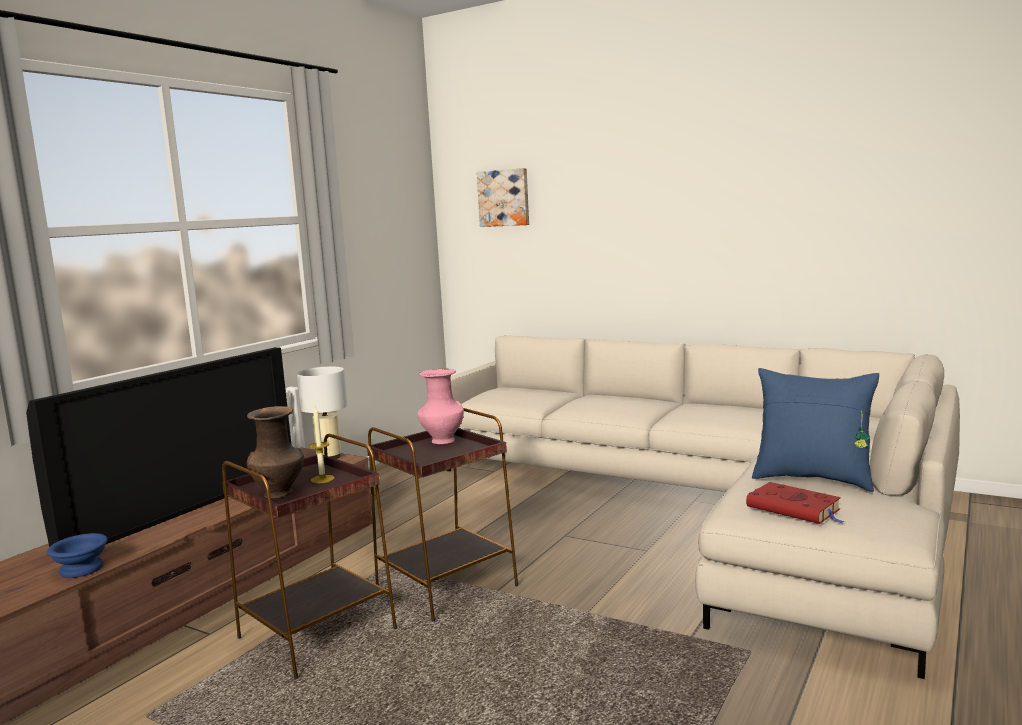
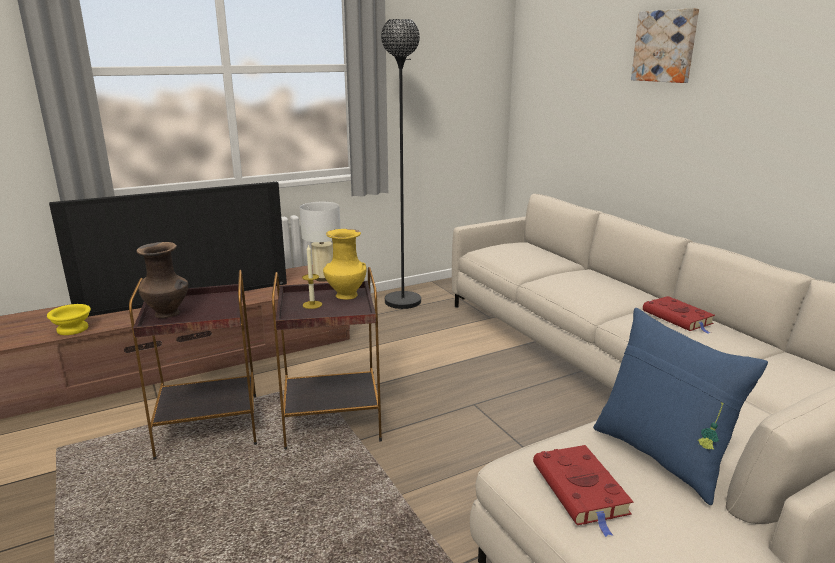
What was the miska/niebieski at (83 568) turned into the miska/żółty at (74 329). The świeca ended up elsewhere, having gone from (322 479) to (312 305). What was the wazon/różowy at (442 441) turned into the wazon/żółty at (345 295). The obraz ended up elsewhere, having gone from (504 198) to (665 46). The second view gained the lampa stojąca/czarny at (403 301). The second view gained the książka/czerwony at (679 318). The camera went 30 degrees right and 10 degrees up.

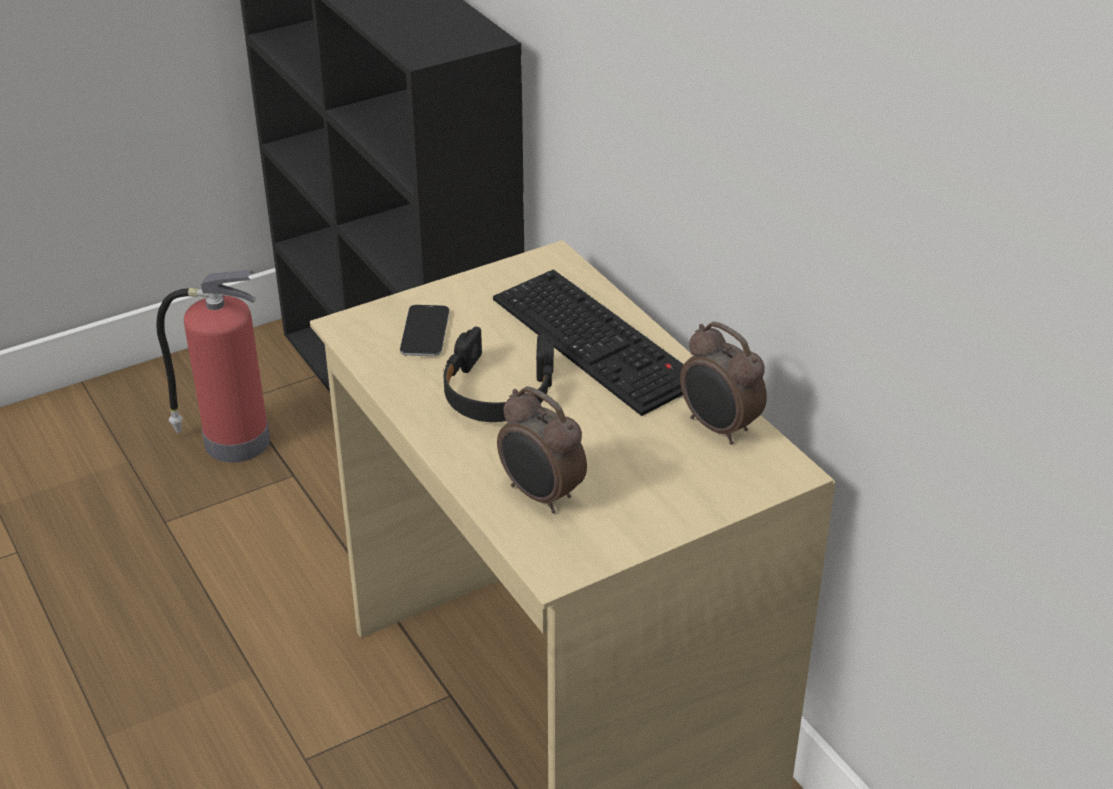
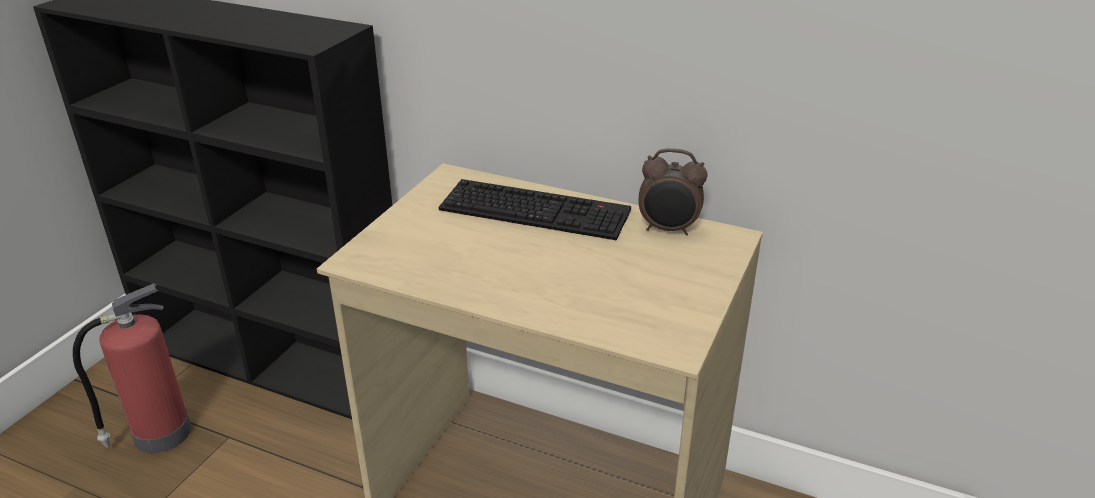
The second view lost the telefon at (425 332). The second view lost the słuchawki/czarny at (497 391). The second view lost the budzik at (540 496). The camera went 35 degrees left and 5 degrees down.

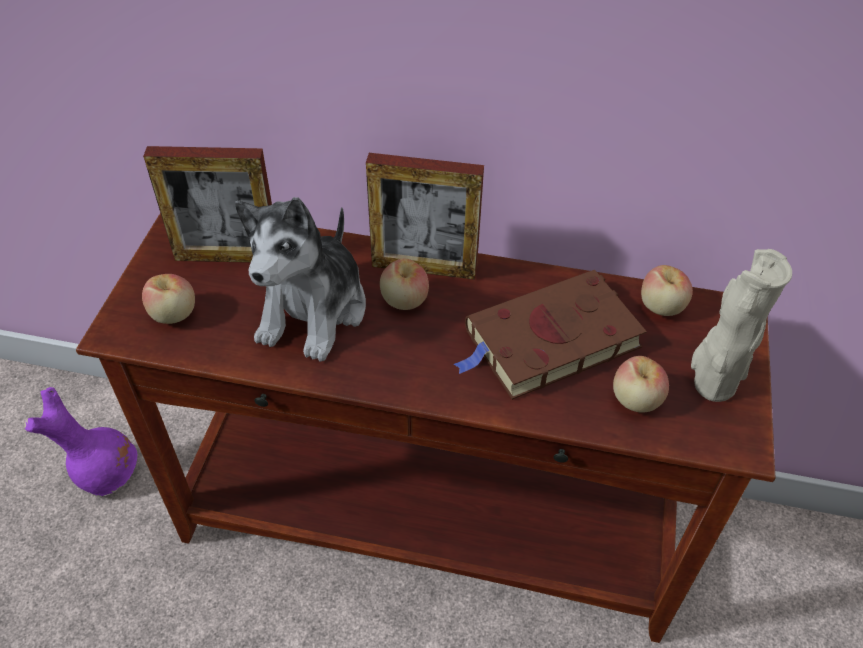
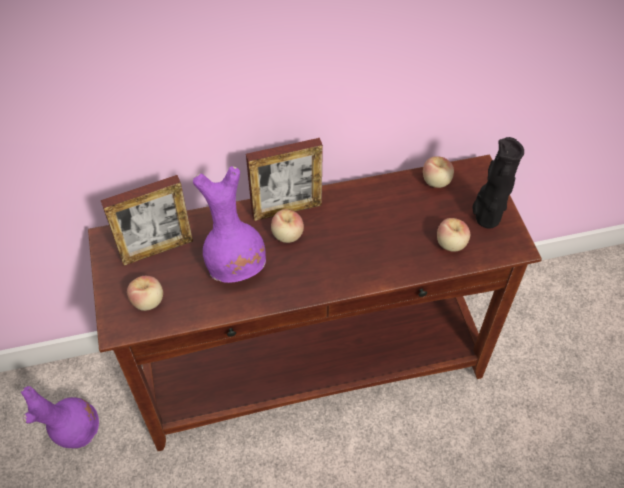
Where the pluszak stood at (314 311), the wazon/fioletowy came to stand at (236 264). The second view lost the książka/brązowy at (548 341). What was the wazon/beżowy at (711 385) turned into the wazon/czarny at (486 219). The camera went 25 degrees left and 5 degrees up.

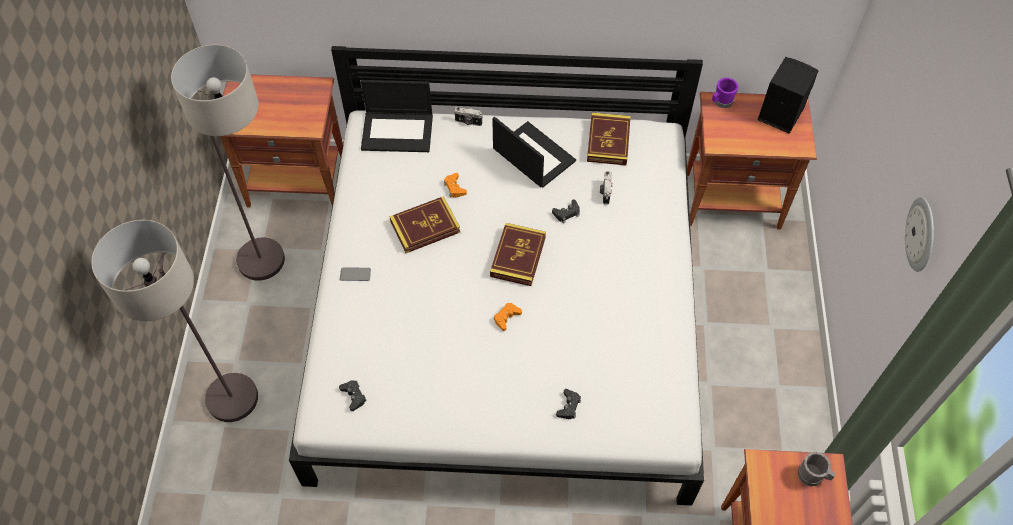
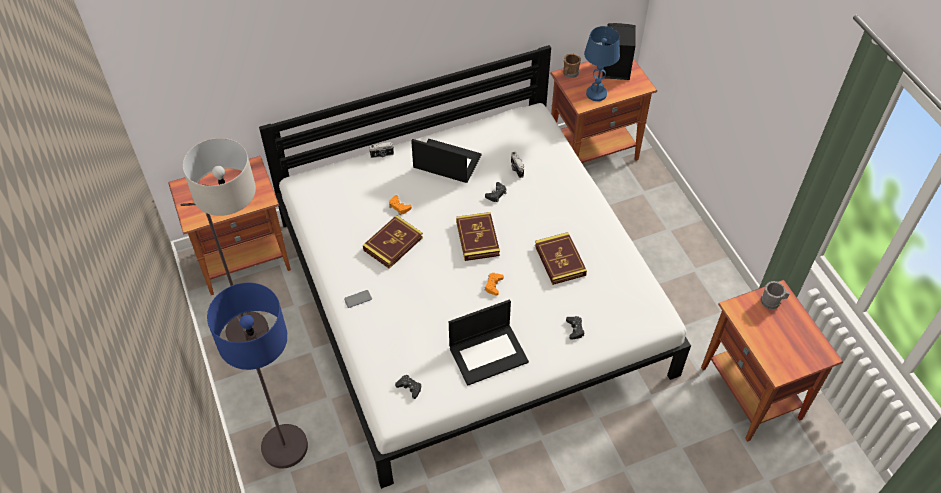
What was the lampa stojąca/szary at (232 413) turned into the lampa stojąca/niebieski at (291 458). The laptop ended up elsewhere, having gone from (398 131) to (488 353). The książka ended up elsewhere, having gone from (608 141) to (560 260). What was the kubek/fioletowy at (721 102) turned into the kubek/brązowy at (569 74). The second view lost the zegar ścienny at (921 234). The second view gained the lampa stołowa/niebieski at (596 93). The camera went 25 degrees left and 5 degrees down.

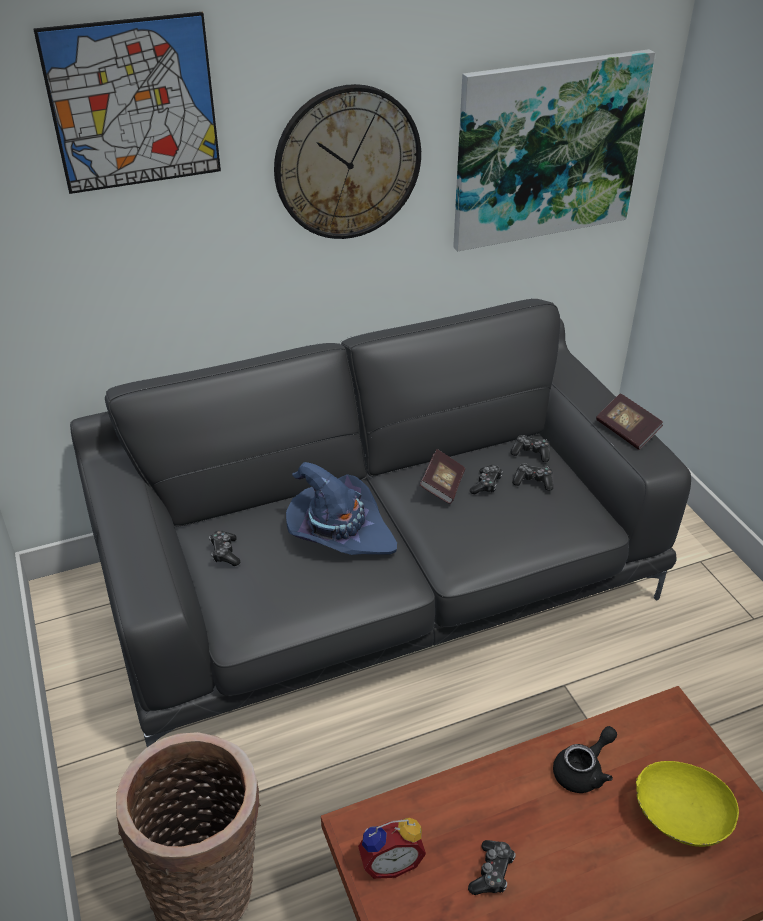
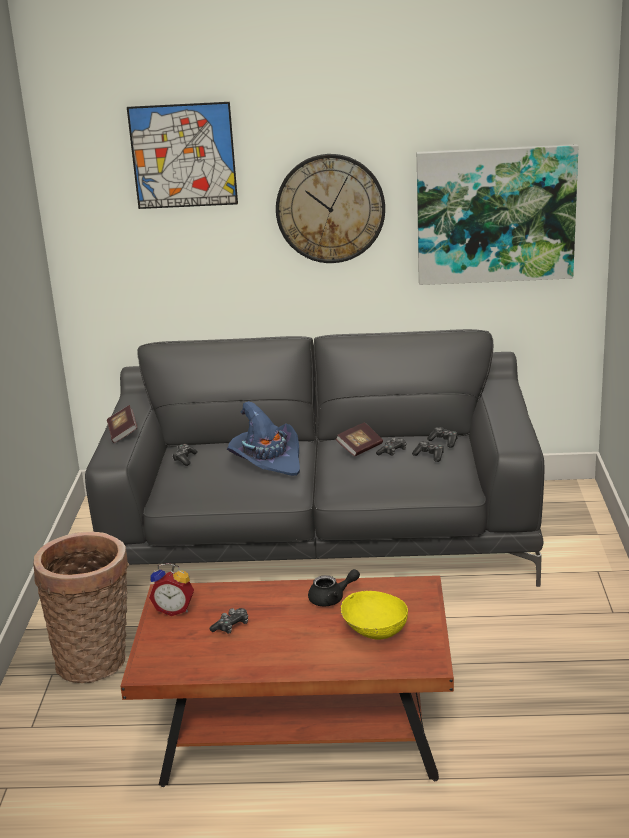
The książka ended up elsewhere, having gone from (627 431) to (123 433). The camera went 25 degrees right and 15 degrees down.

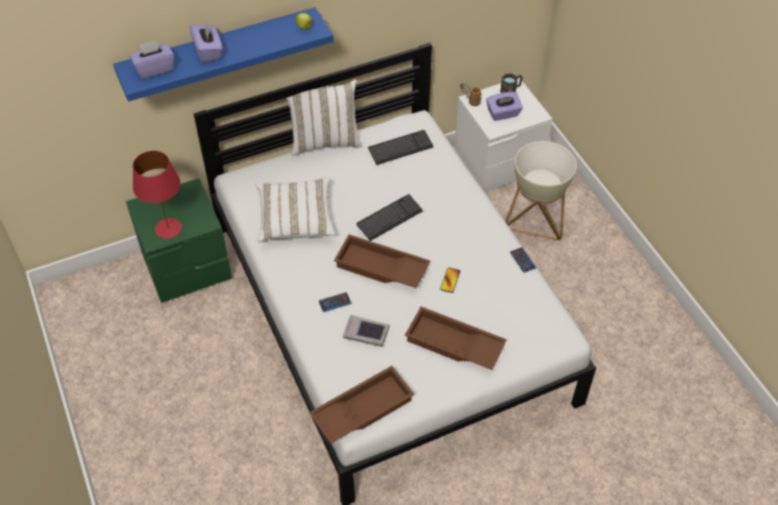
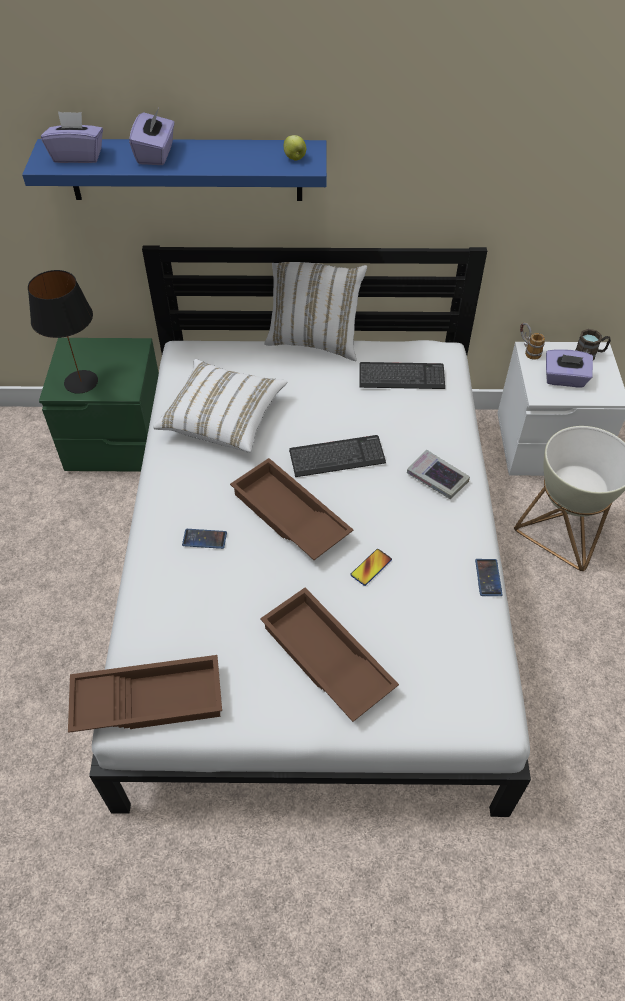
What was the lampa stołowa/czerwony at (169 228) turned into the lampa stołowa/czarny at (81 382). The książka ended up elsewhere, having gone from (366 333) to (437 478). The camera went 25 degrees right and 0 degrees up.

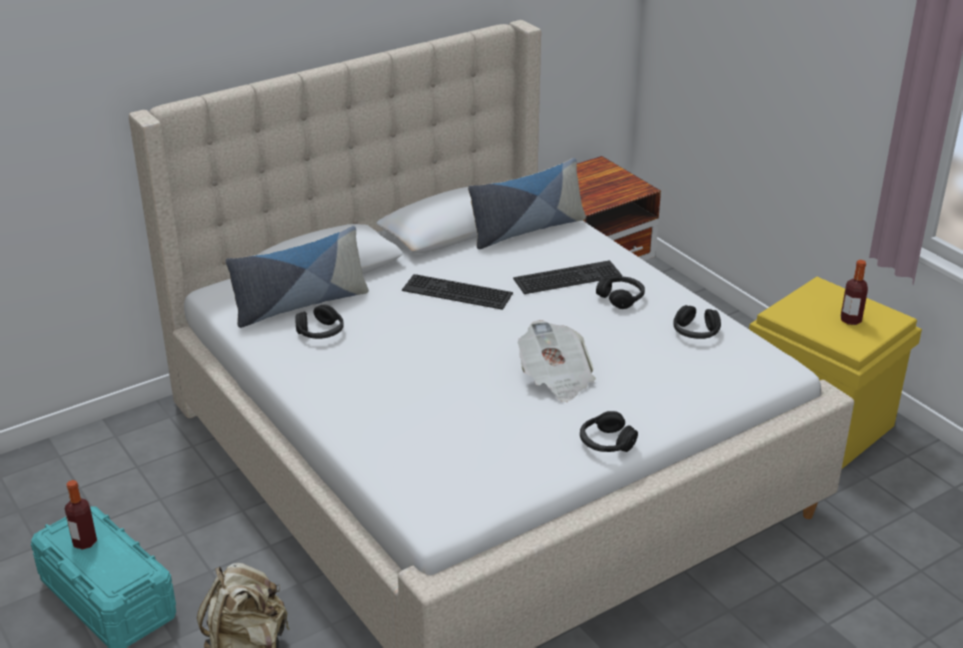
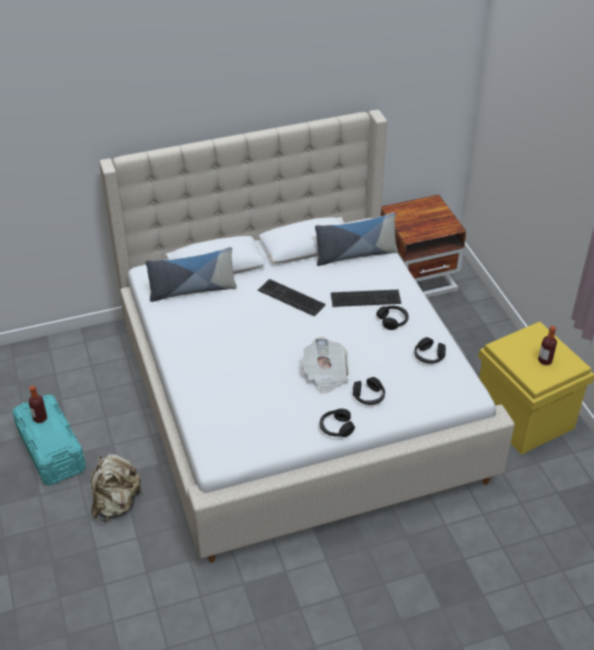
The słuchawki/czarny ended up elsewhere, having gone from (320 332) to (368 396). The camera went 15 degrees right and 10 degrees up.

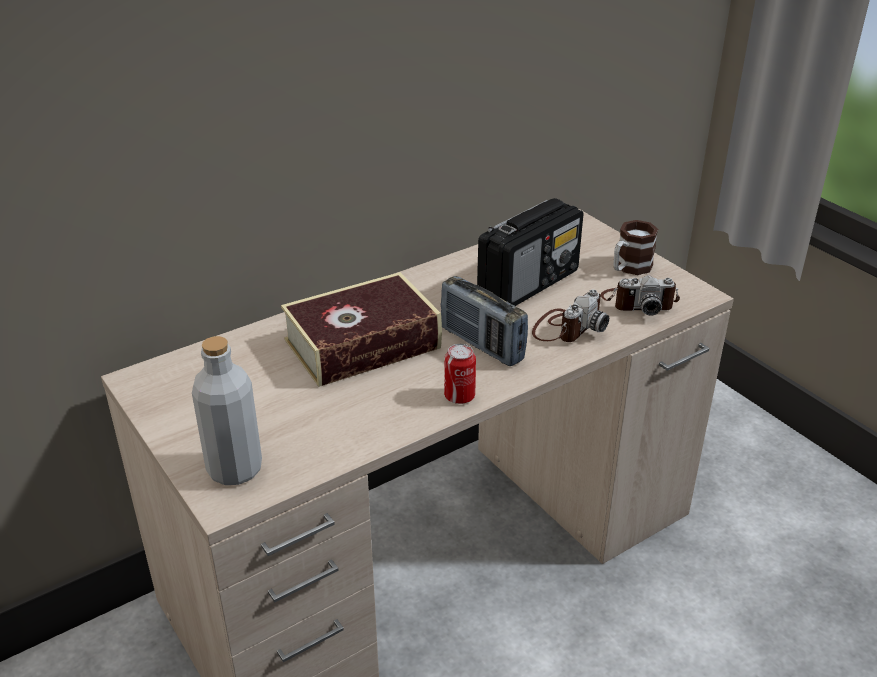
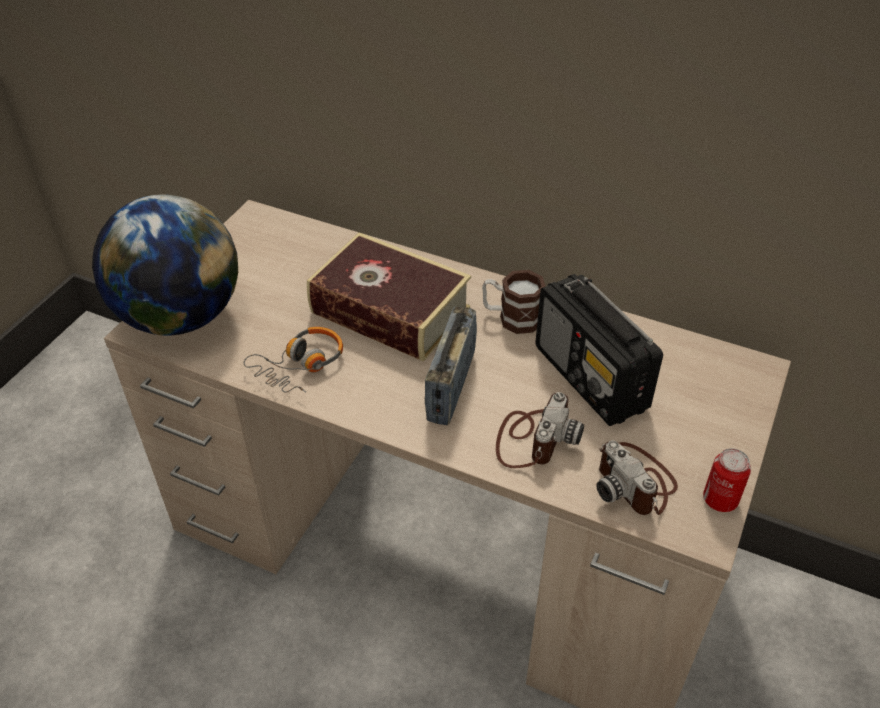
Where the butelka/szary stood at (235 469), the globus came to stand at (180 316). The puszka ended up elsewhere, having gone from (459 396) to (720 499). The radio at (529 283) ended up facing another way, 45 degrees clockwise from before. The aparat fotograficzny at (567 327) ended up facing another way, 75 degrees counterclockwise from before. The kubek ended up elsewhere, having gone from (629 268) to (511 317). The second view gained the słuchawki at (300 366). The camera went 60 degrees right and 10 degrees up.

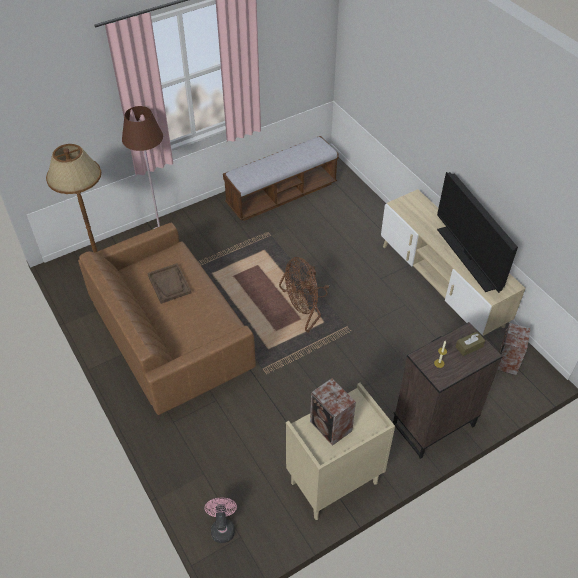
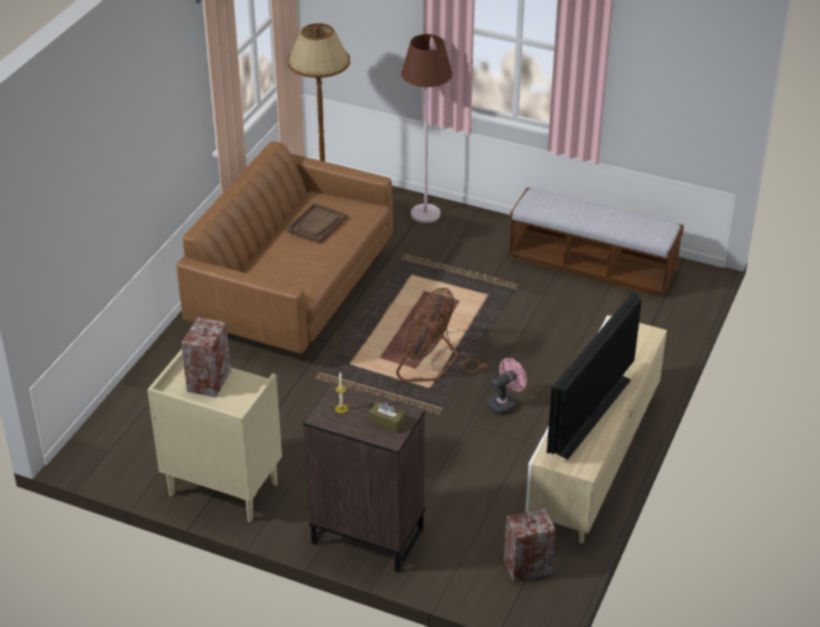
The wentylator/różowy ended up elsewhere, having gone from (222 527) to (505 404). The camera went 55 degrees right and 10 degrees down.

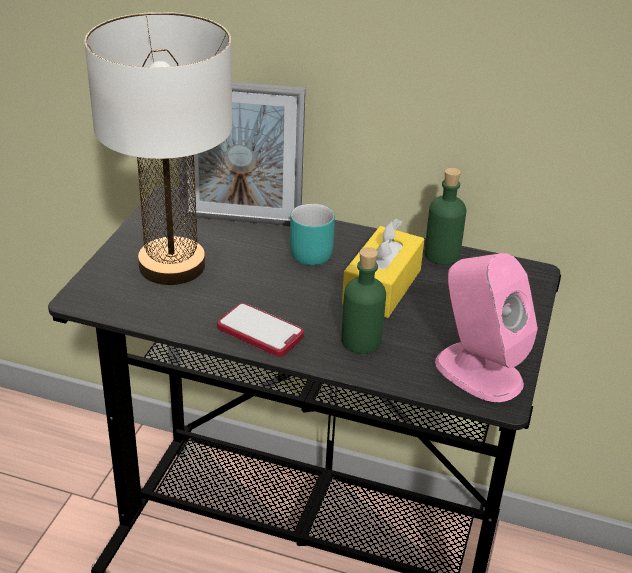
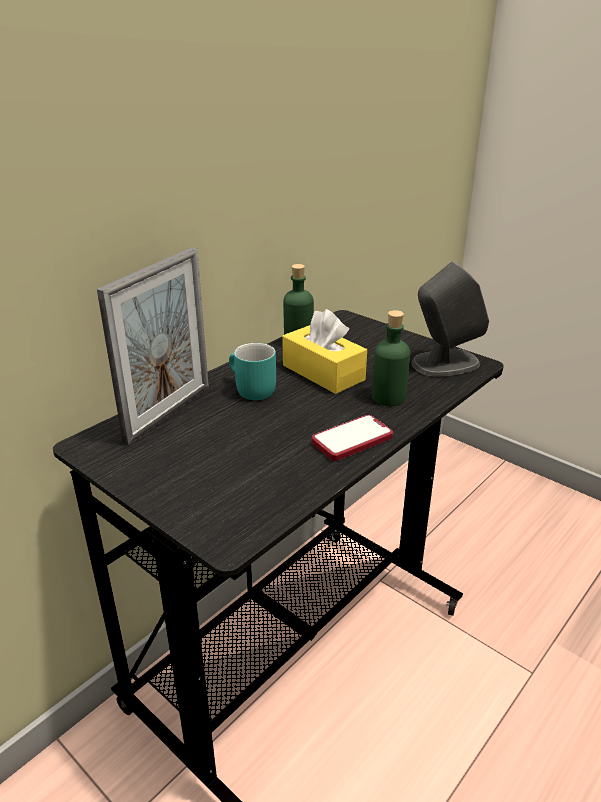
The second view lost the lampa stołowa at (172 265). What was the głośnik/różowy at (477 371) turned into the głośnik/szary at (444 363). The camera went 65 degrees left and 5 degrees down.

